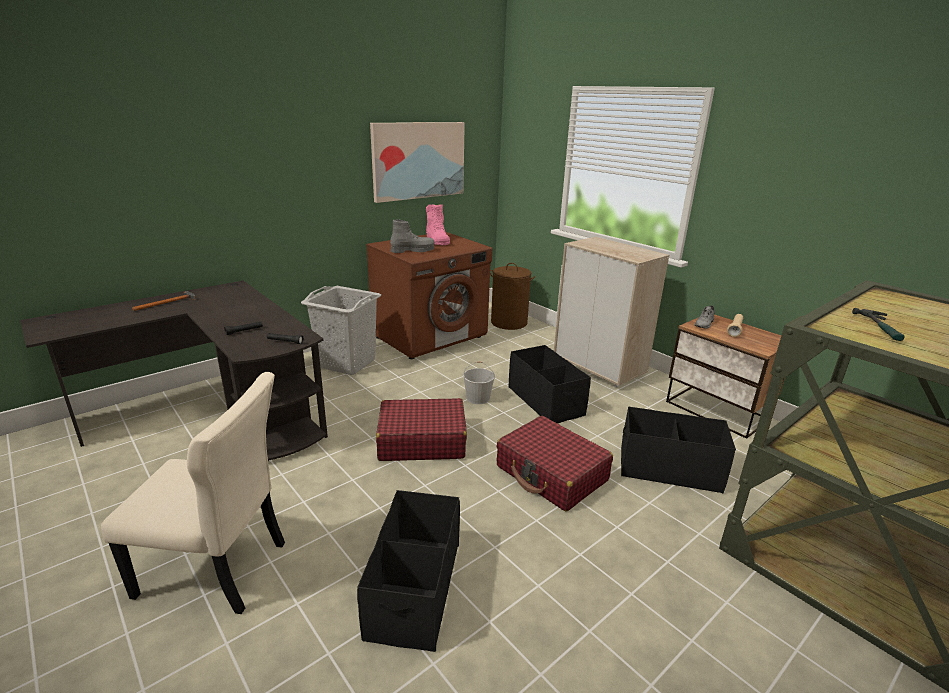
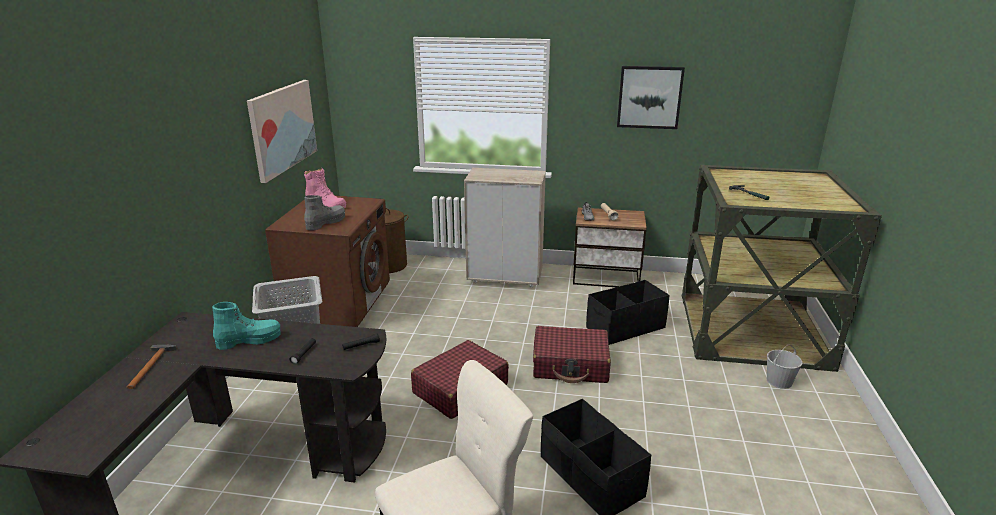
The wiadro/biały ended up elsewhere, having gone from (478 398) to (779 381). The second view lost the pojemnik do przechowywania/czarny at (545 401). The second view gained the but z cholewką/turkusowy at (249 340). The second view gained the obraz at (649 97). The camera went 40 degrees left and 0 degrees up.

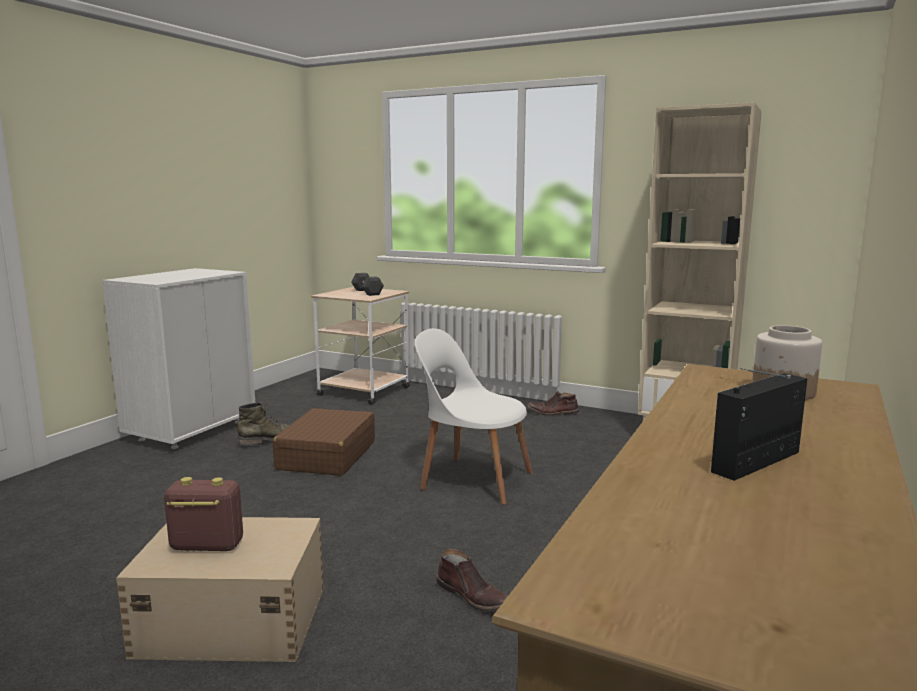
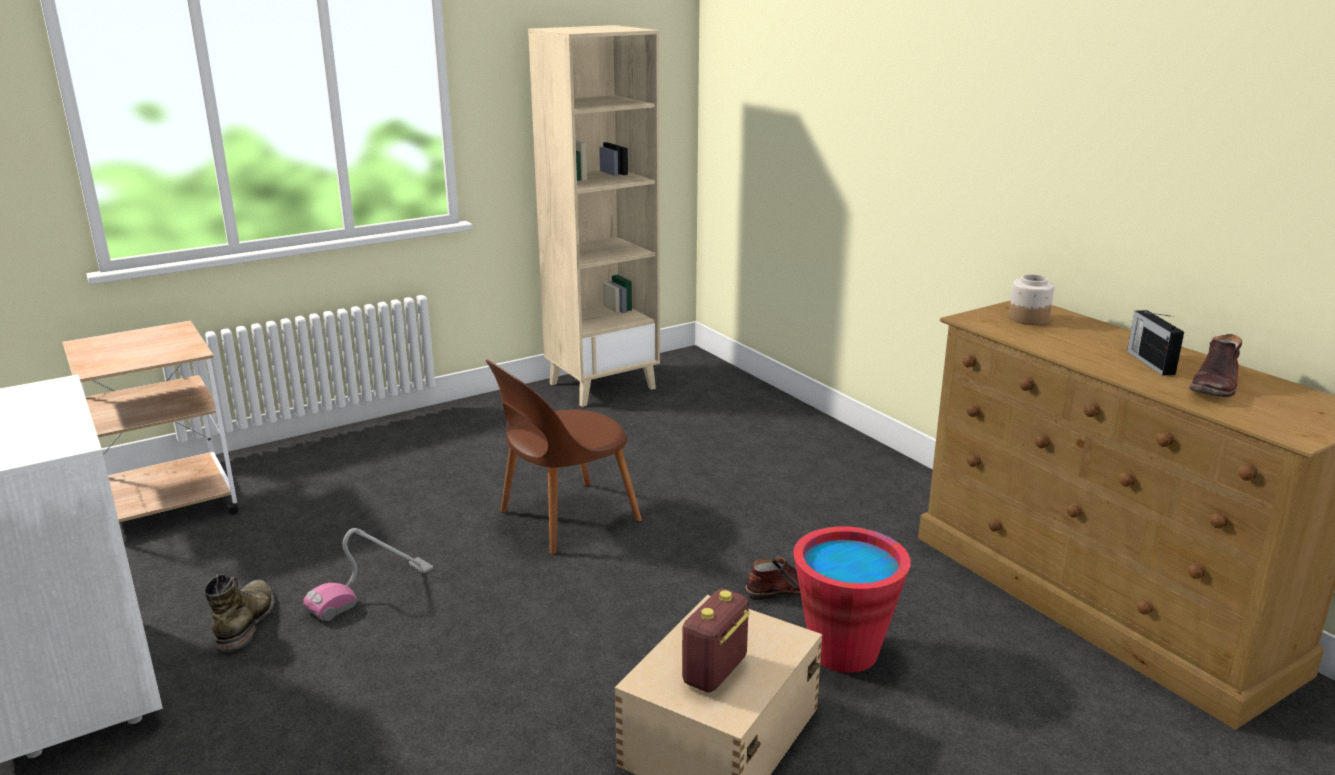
Where the walizka/brązowy stood at (326 456), the odkurzacz came to stand at (371 590). The second view lost the hantel/szary at (367 292). What was the krzesło/biały at (472 479) turned into the krzesło/brązowy at (564 518). The but z cholewką/brązowy ended up elsewhere, having gone from (552 413) to (1215 386). The second view gained the wiadro/czerwony at (843 651). The camera went 60 degrees left and 10 degrees up.

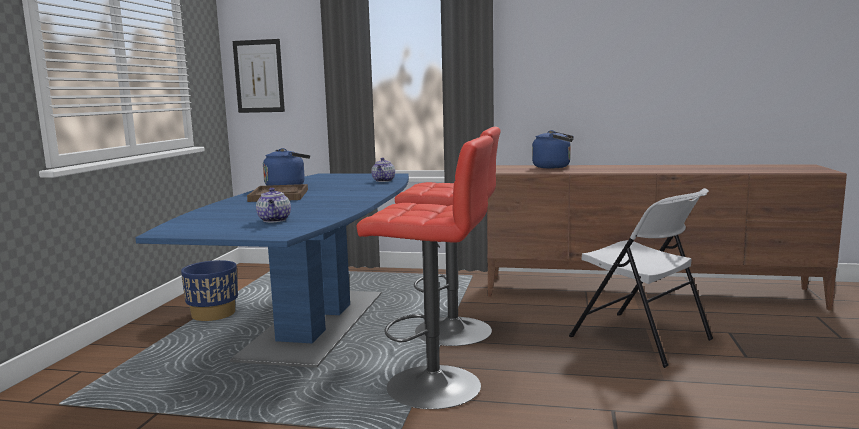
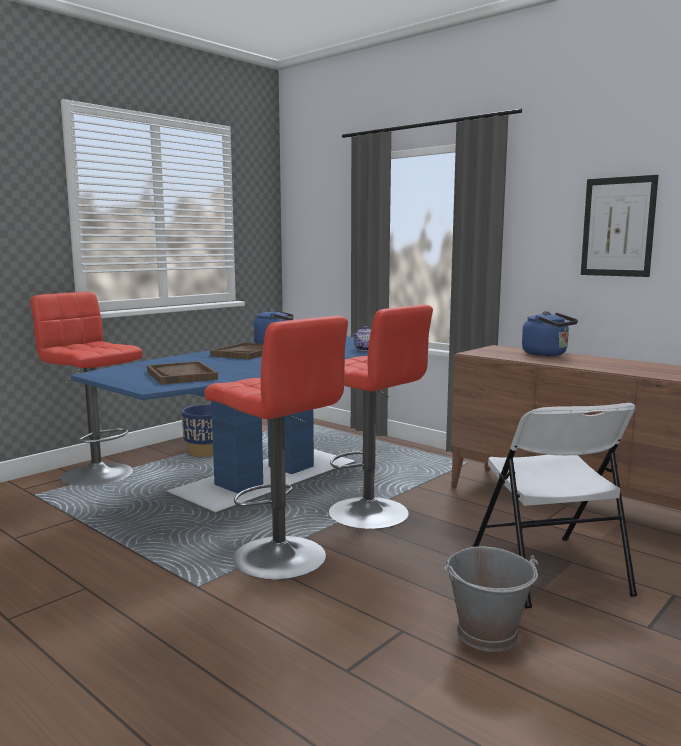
The obraz ended up elsewhere, having gone from (259 76) to (618 227). Where the imbryk stood at (274 220), the taca/brązowy came to stand at (181 375). The second view gained the stołek/czerwony at (97 474). The second view gained the wiadro/szary at (488 634). The camera went 30 degrees right and 0 degrees up.

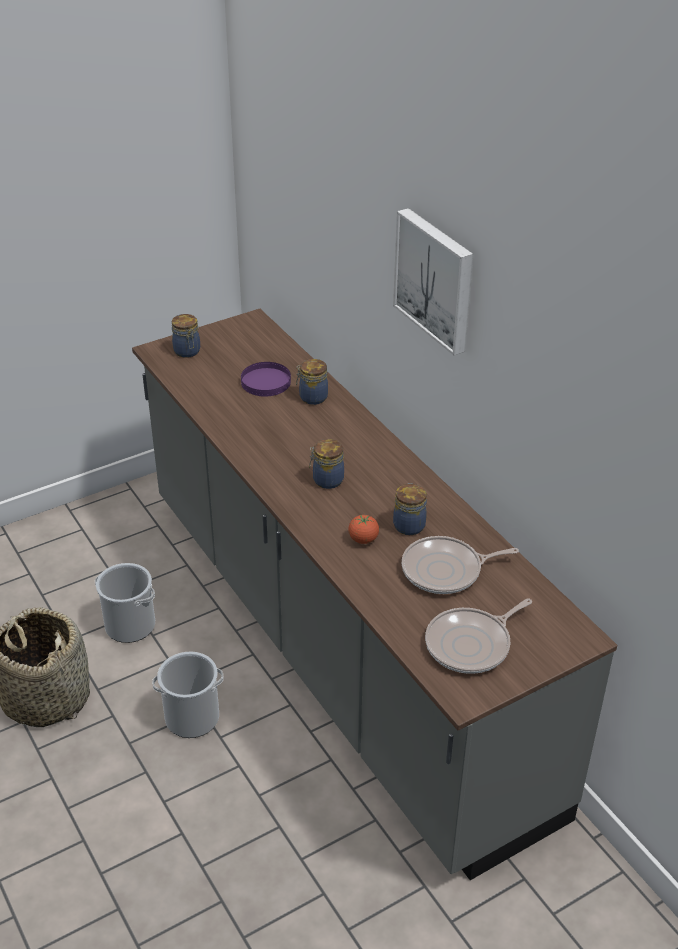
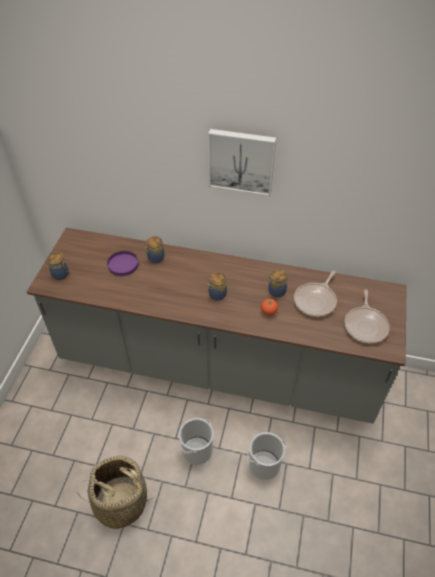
The wiadro ended up elsewhere, having gone from (130 625) to (264 464). The camera went 45 degrees left and 10 degrees up.

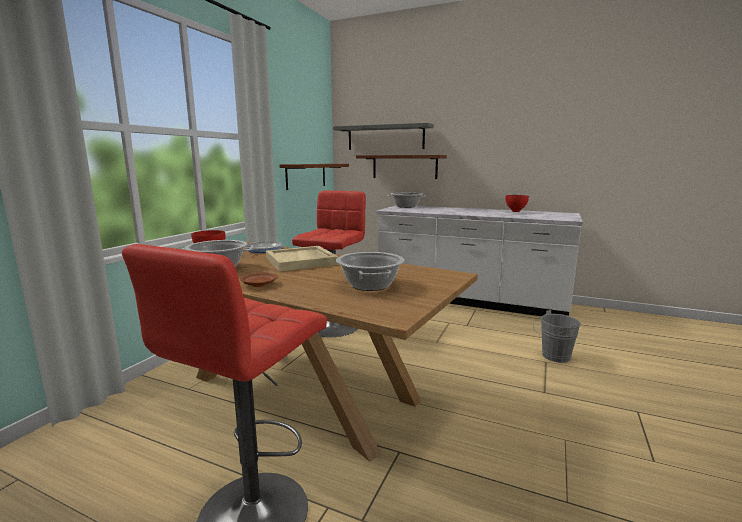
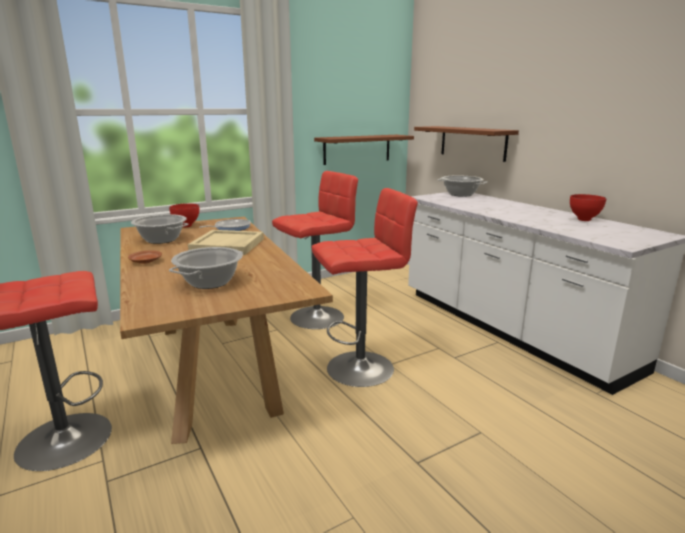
The second view lost the półka/szary at (385 137). The second view lost the wiadro/szary at (553 356). The second view gained the stołek/czerwony at (361 369). The camera went 35 degrees right and 5 degrees up.

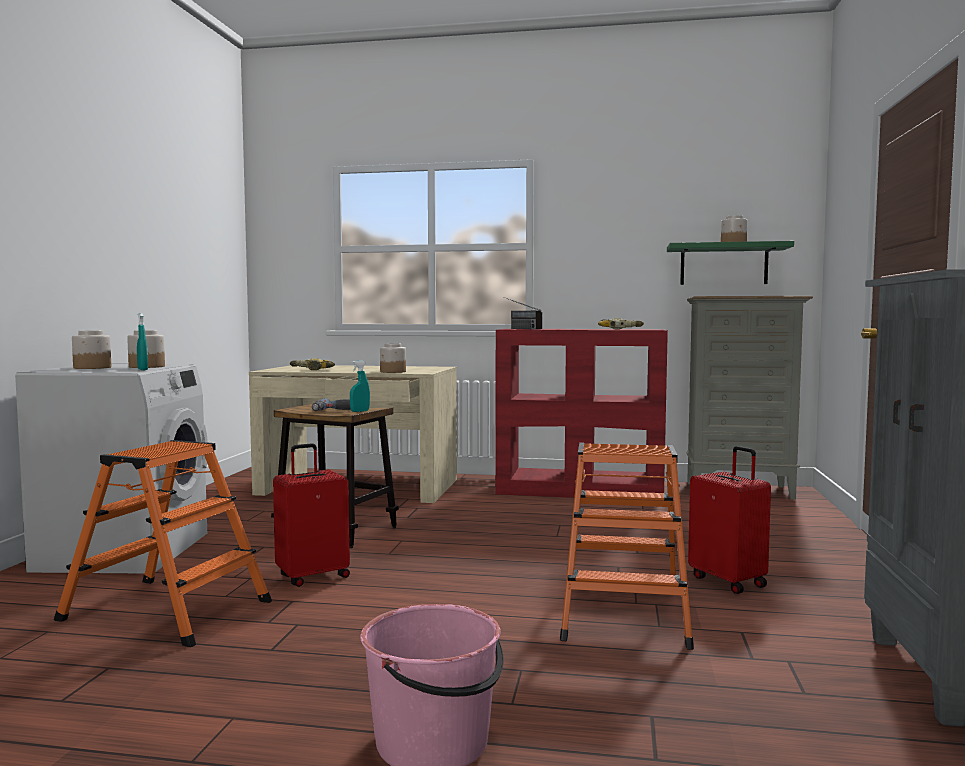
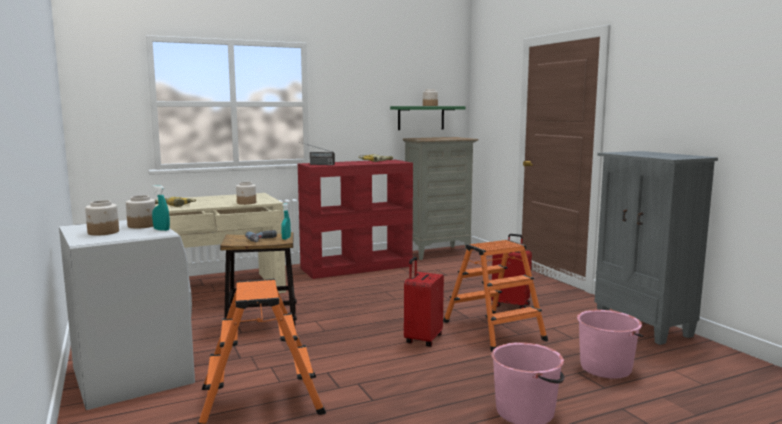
The walizka/czerwony ended up elsewhere, having gone from (313 576) to (422 339). The second view gained the wiadro/różowy at (606 368). The camera went 35 degrees left and 5 degrees up.

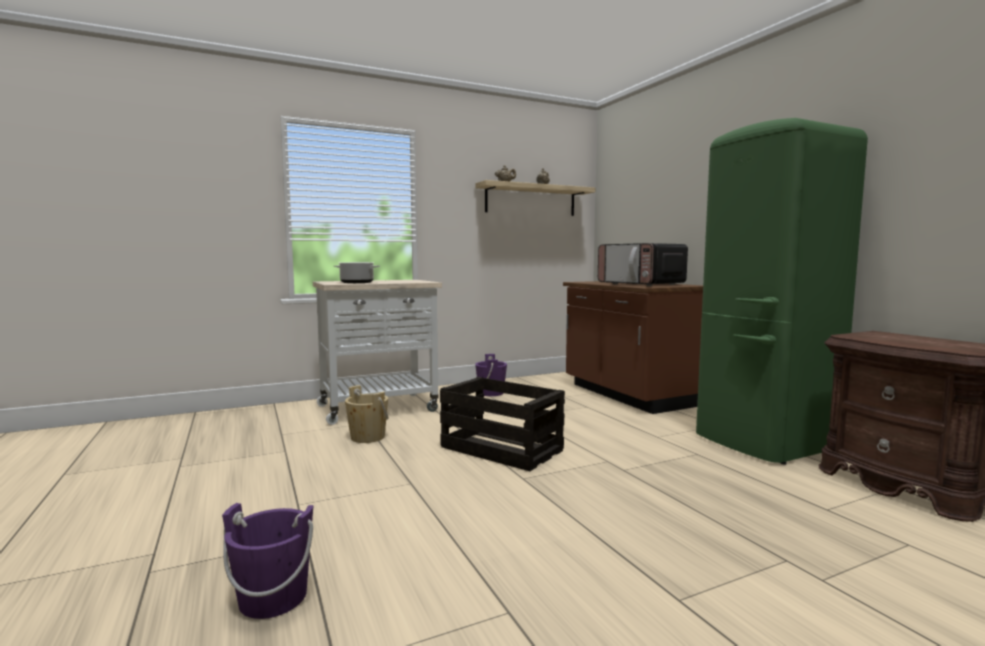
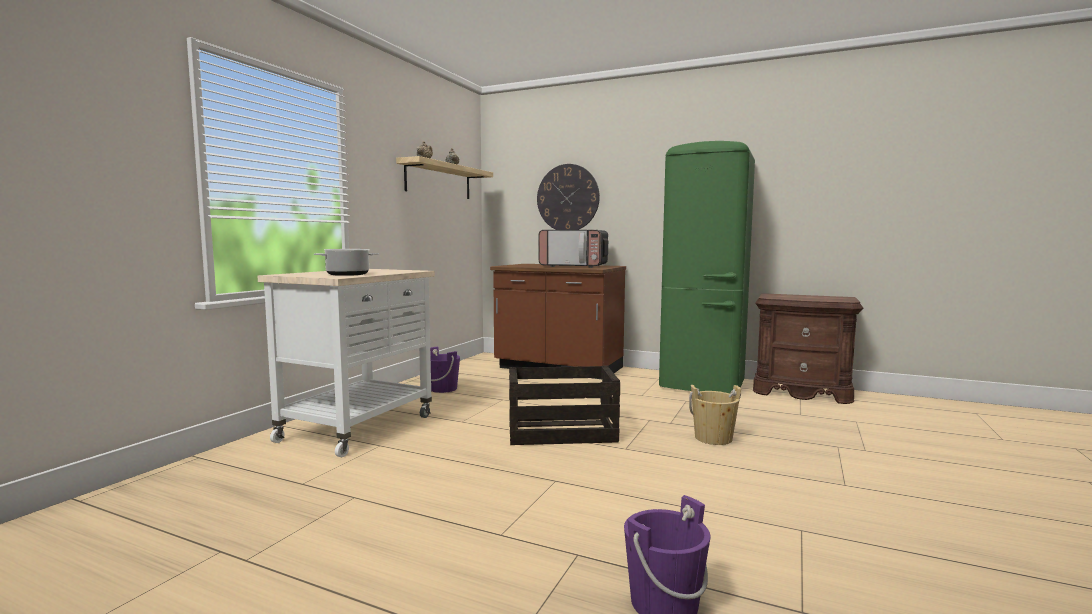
The wiadro/beżowy ended up elsewhere, having gone from (367 437) to (713 438). The second view gained the zegar ścienny at (568 198). The camera went 40 degrees left and 0 degrees up.

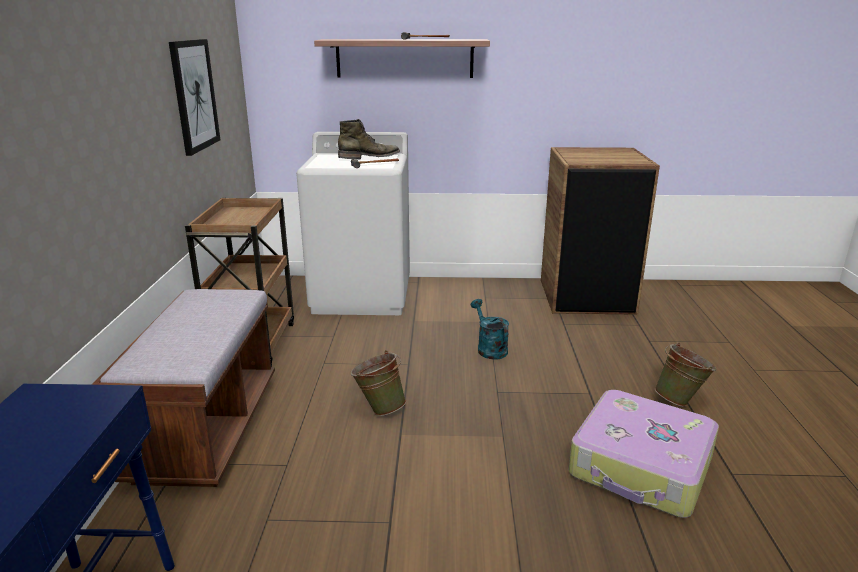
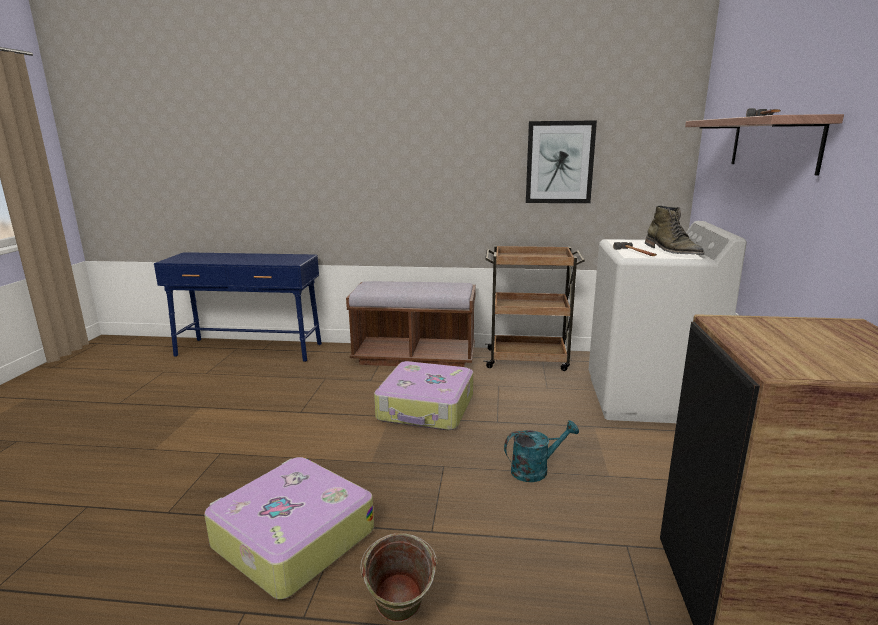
Where the wiadro/zielony stood at (379 408), the walizka came to stand at (426 408). The camera went 95 degrees right and 5 degrees down.

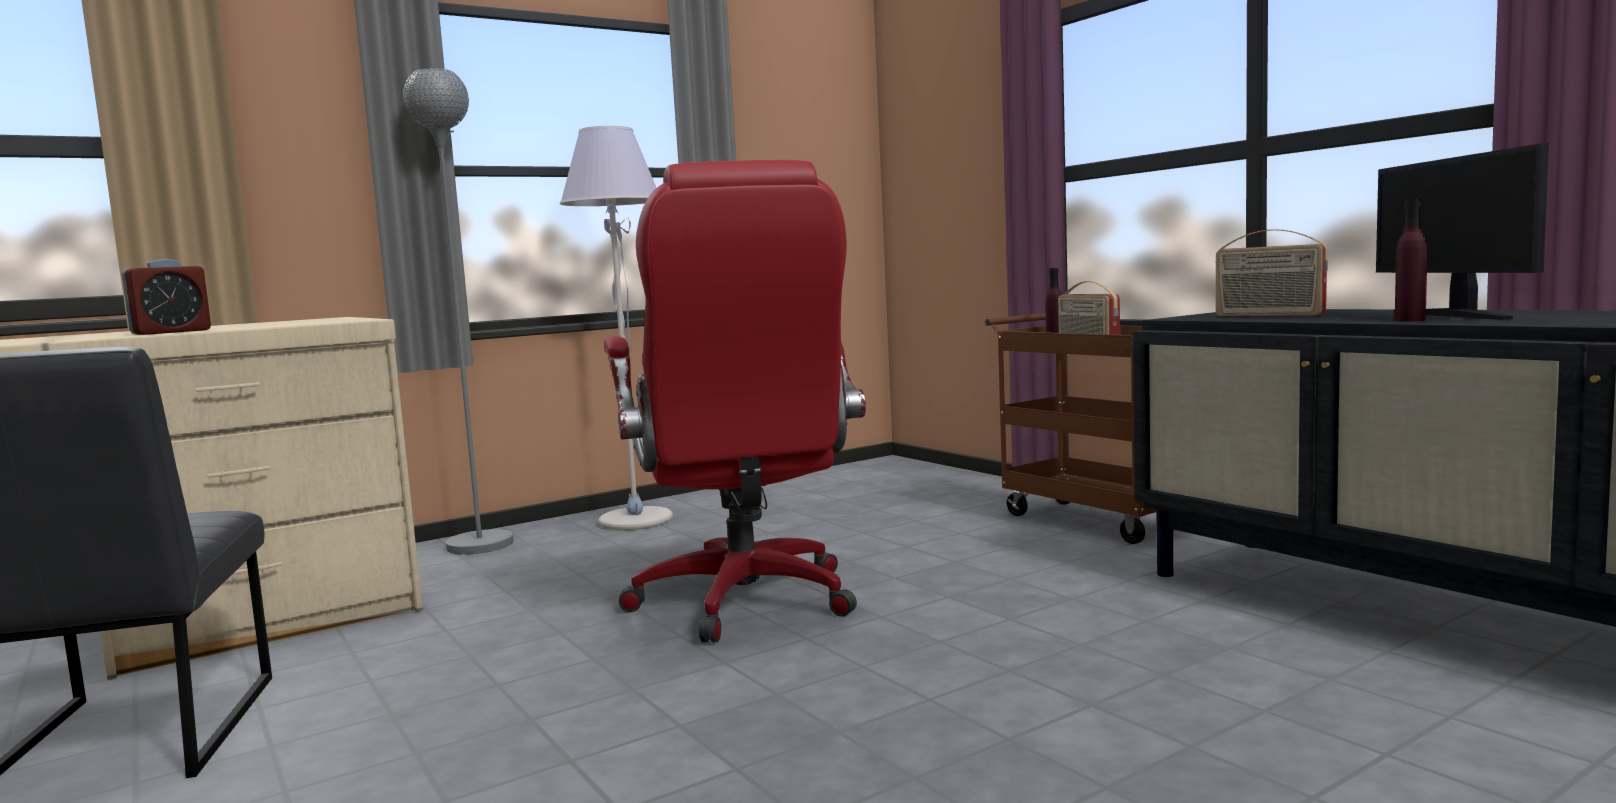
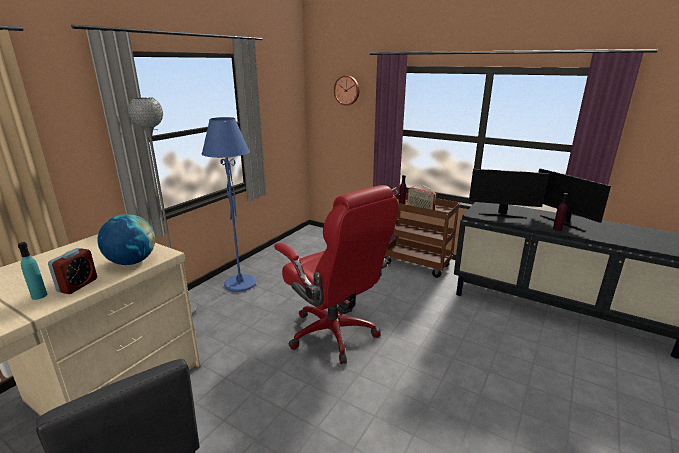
What was the lampa stojąca/szary at (635 521) turned into the lampa stojąca/niebieski at (240 284). Where the radio stood at (1268 316), the monitor came to stand at (502 215). The second view gained the butelka/turkusowy at (39 296). The second view gained the globus at (132 262). The second view gained the zegar ścienny at (347 90). The camera went 25 degrees left and 15 degrees up.

